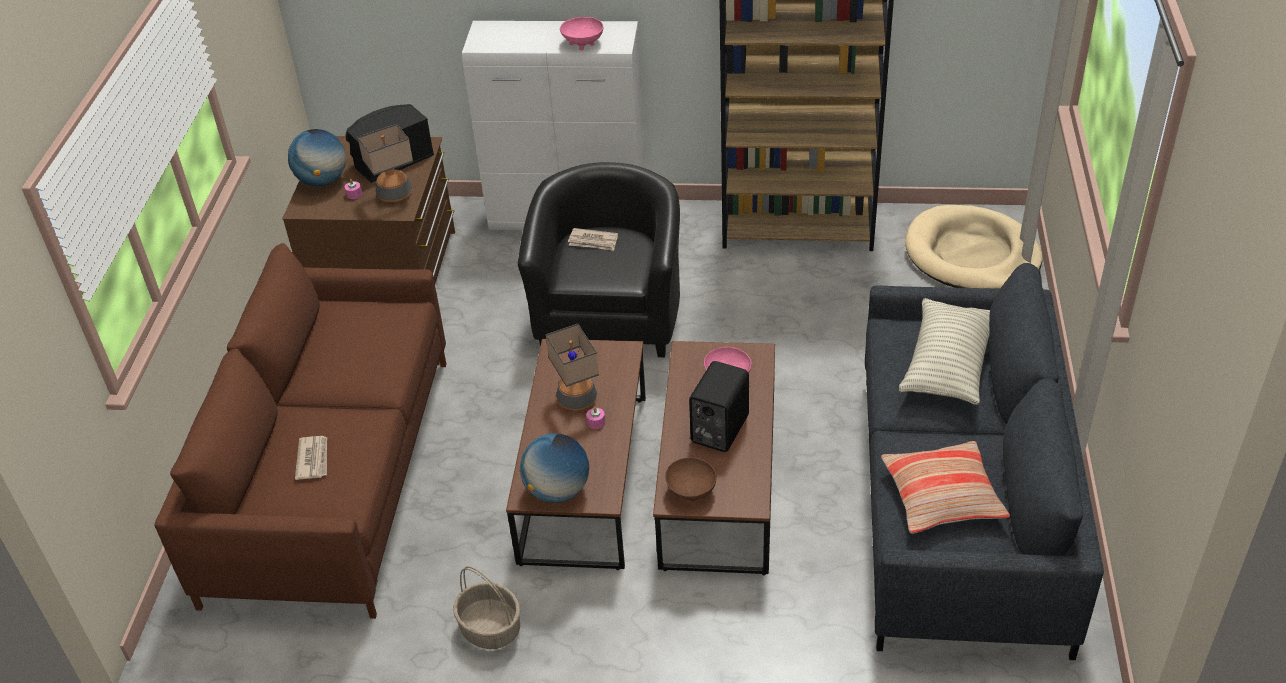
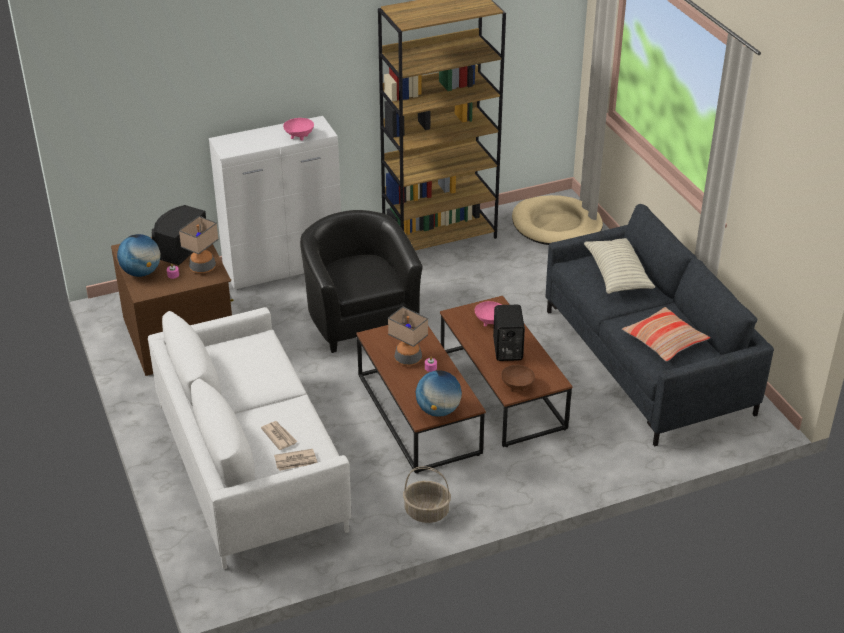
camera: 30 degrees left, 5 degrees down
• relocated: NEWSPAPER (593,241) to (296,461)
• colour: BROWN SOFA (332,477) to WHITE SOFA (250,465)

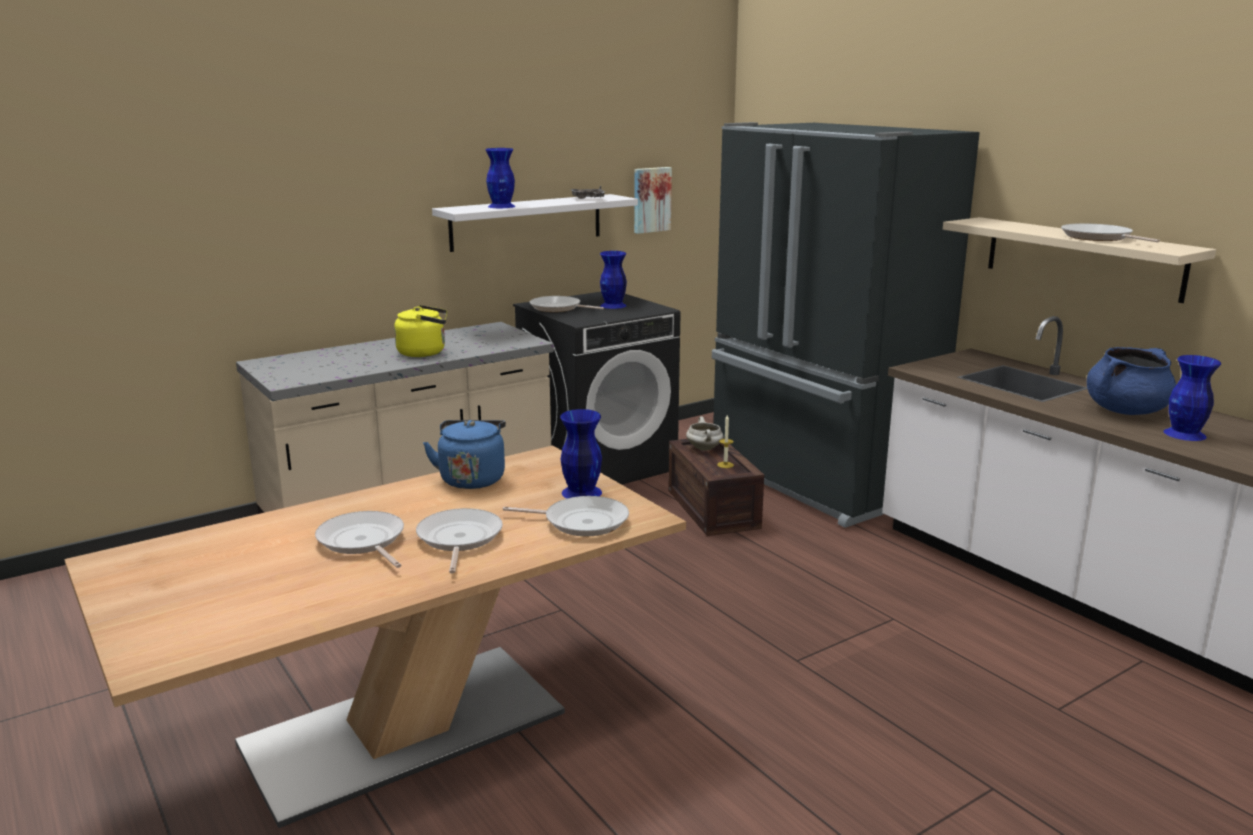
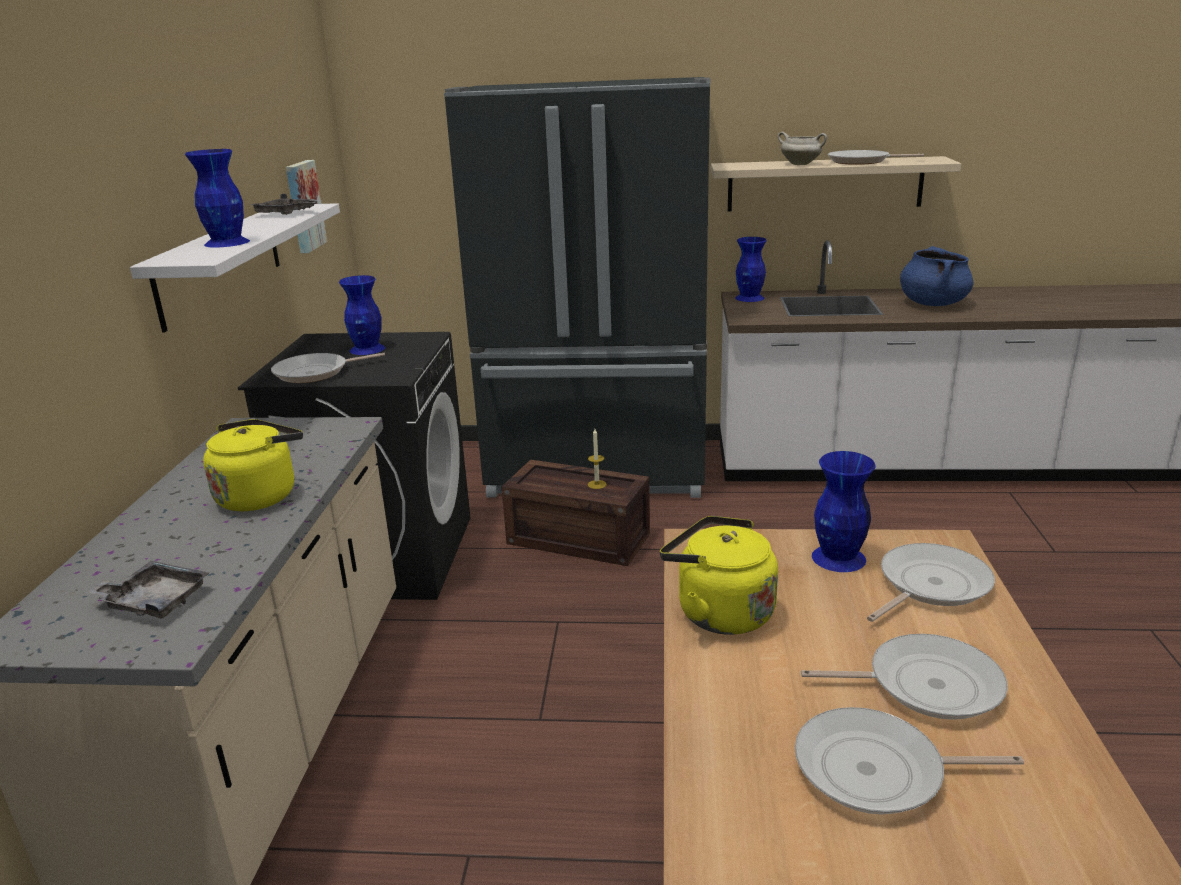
camera: 50 degrees left, 5 degrees up
• appeared: GREY TRAY (154,601)
• relocated: WHITE COOKING POT (705,449) to (801,164)
• relocated: BLUE VASE (1184,434) to (749,298)
• colour: BLUE KETTLE (472,478) to YELLOW KETTLE (719,612)
• spun: FRYING PAN (459,539) = (926,685) 150 degrees clockwise

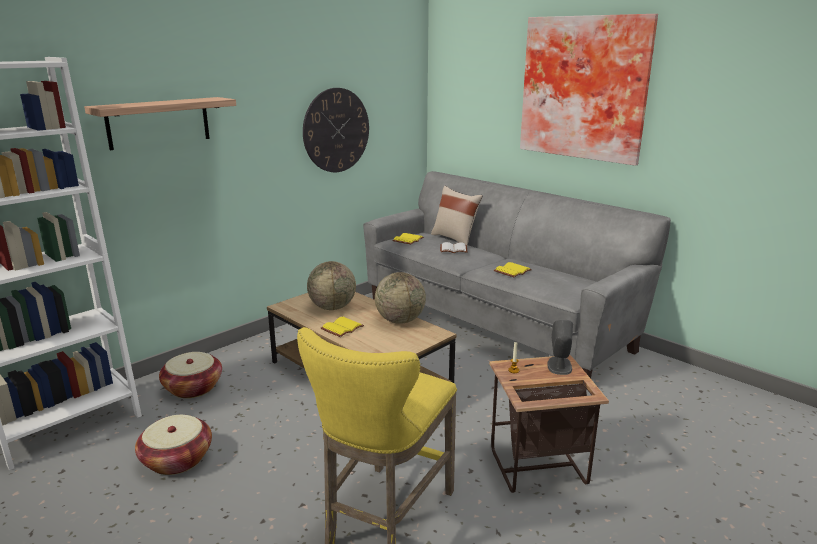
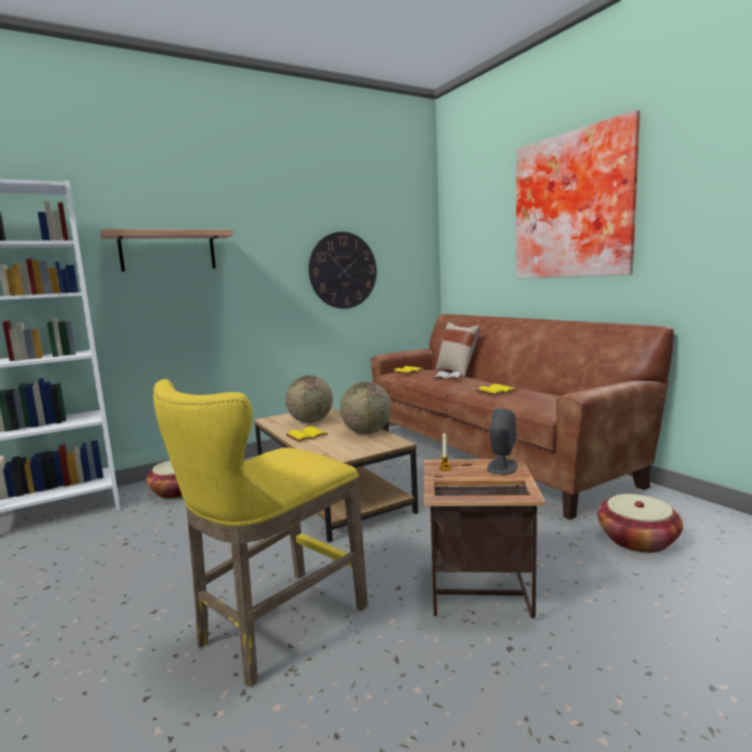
camera: 15 degrees right, 10 degrees down
• relocated: BASKET (177,459) to (637,540)
• colour: GREY SOFA (493,323) to BROWN SOFA (491,455)

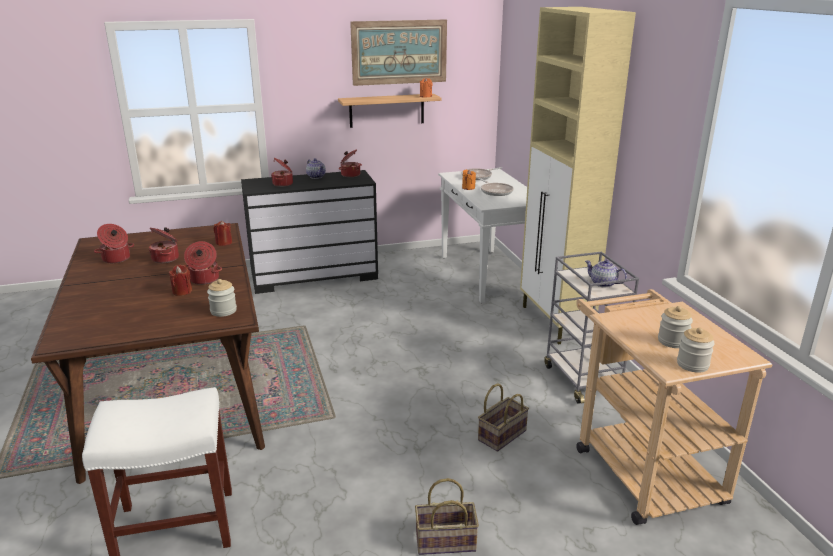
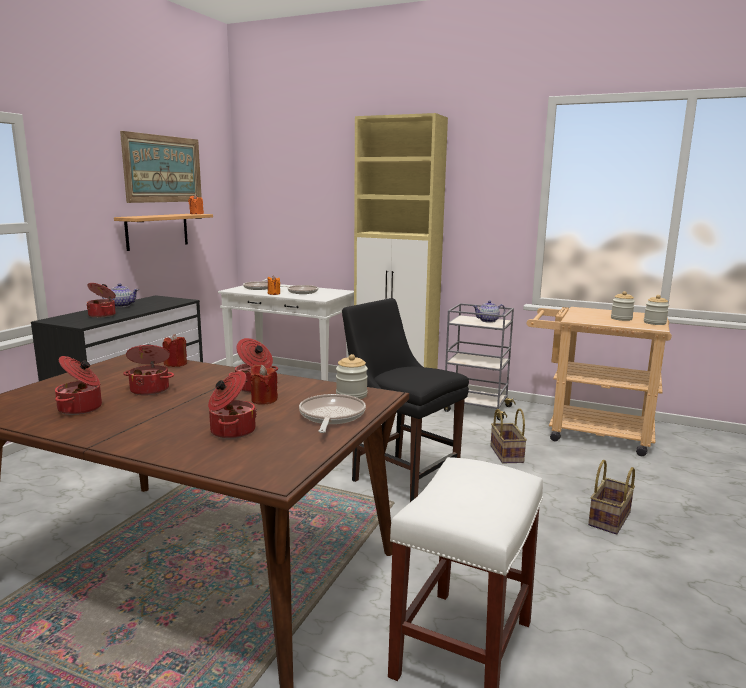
camera: 50 degrees left, 10 degrees down
• appeared: FRYING PAN (331,416)
• appeared: BLACK CHAIR (401,478)
• relocated: COOKING POT (350,175) to (231,431)

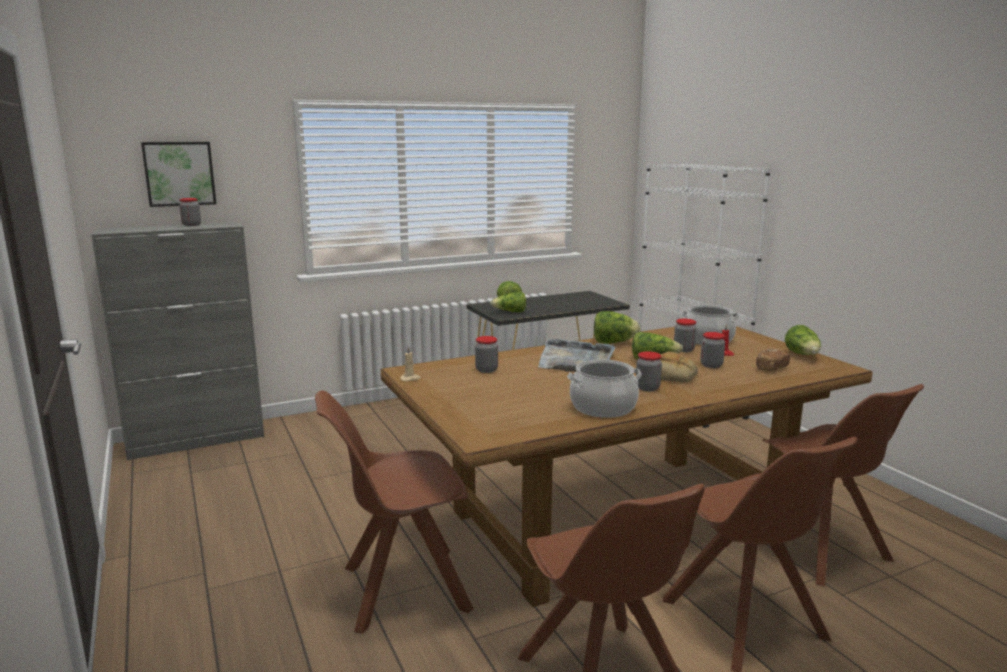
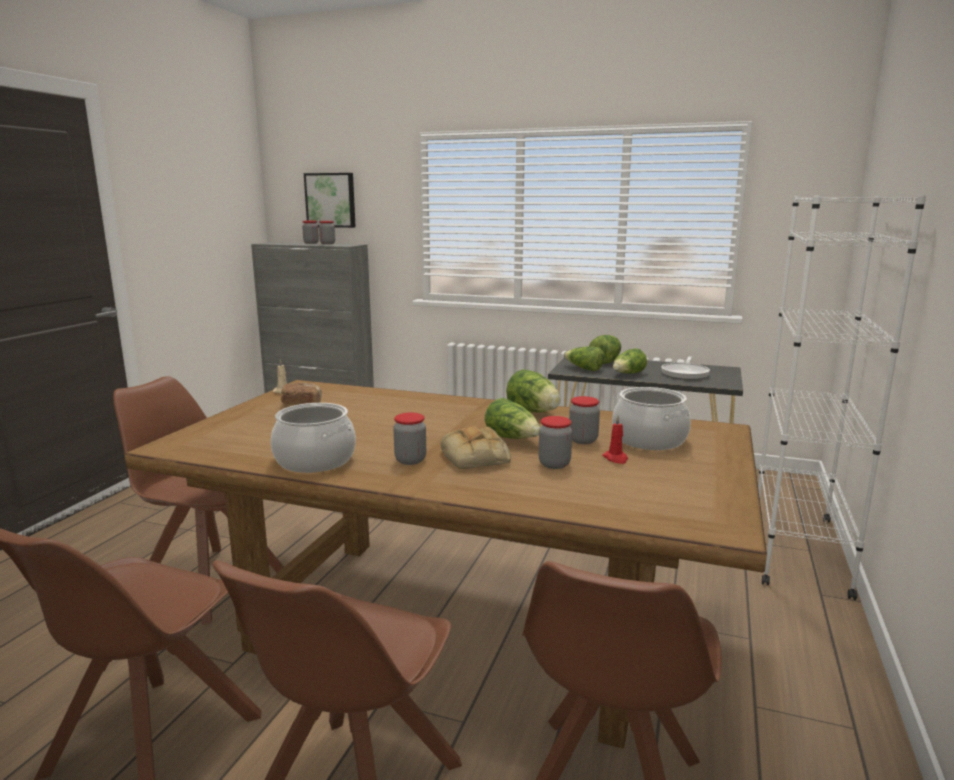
camera: 45 degrees right, 0 degrees up
• missing: GREY TRAY (575,360)
• appeared: FRYING PAN (685,373)
• relocated: JAR (486,370) to (311,243)
• relocated: BREAD (770,368) to (302,404)
• relocated: LETTUCE (803,355) to (628,374)

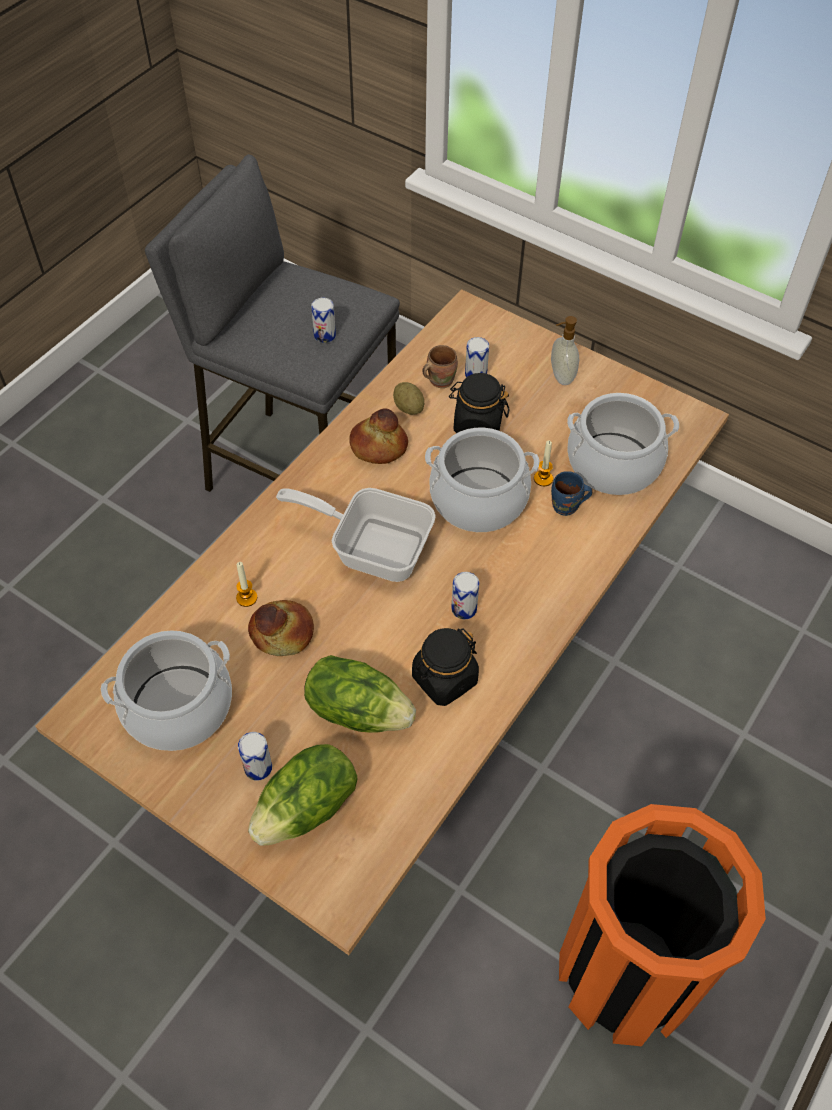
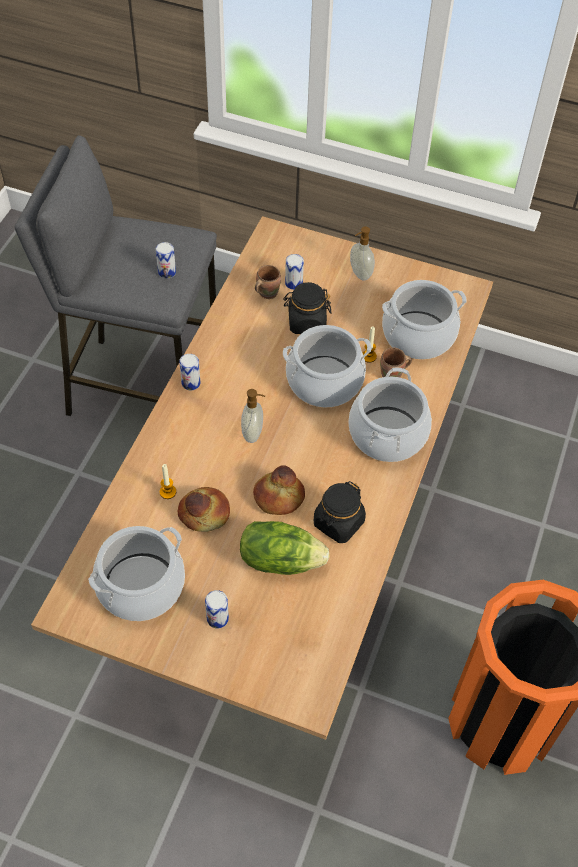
camera: 15 degrees left, 0 degrees up
• missing: LETTUCE (307,809)
• missing: POTATO (408,408)
• appeared: COOKING POT (387,434)
• relocated: BREAD (378,446) to (278,497)
• relocated: CAN (464,608) to (191,383)
• exchanged: FRYING PAN (372,547) to SOAP DISPENSER (253,433)
• colour: BLUE MUG (567,507) to BROWN MUG (393,375)

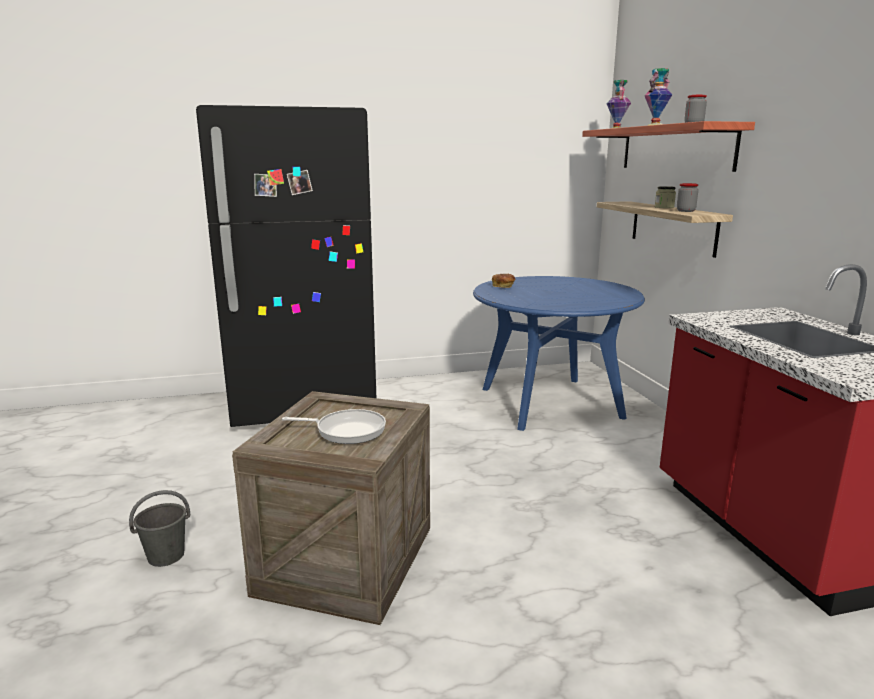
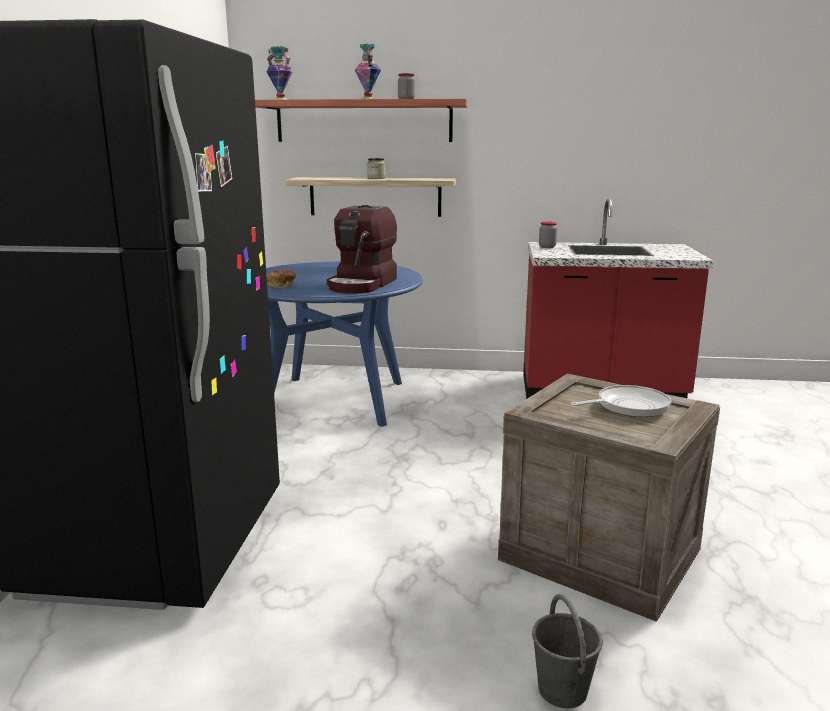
camera: 70 degrees left, 0 degrees up
• appeared: COFFEE MACHINE (362,284)
• relocated: JAR (685,211) to (547,247)
• spun: FRYING PAN (346,430) = (628,406) 45 degrees clockwise

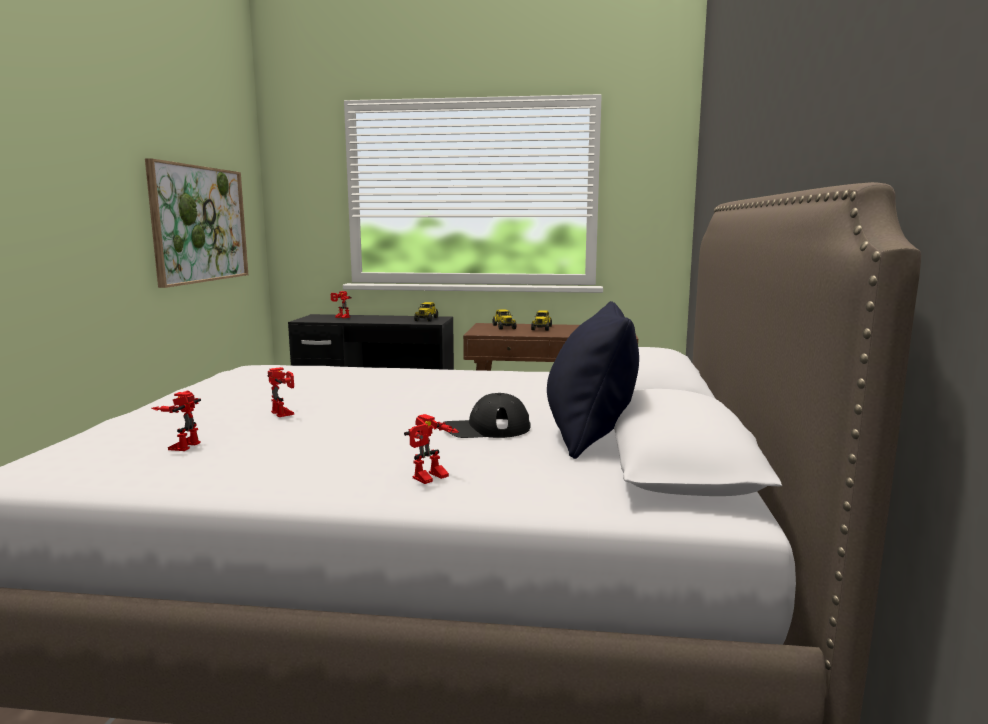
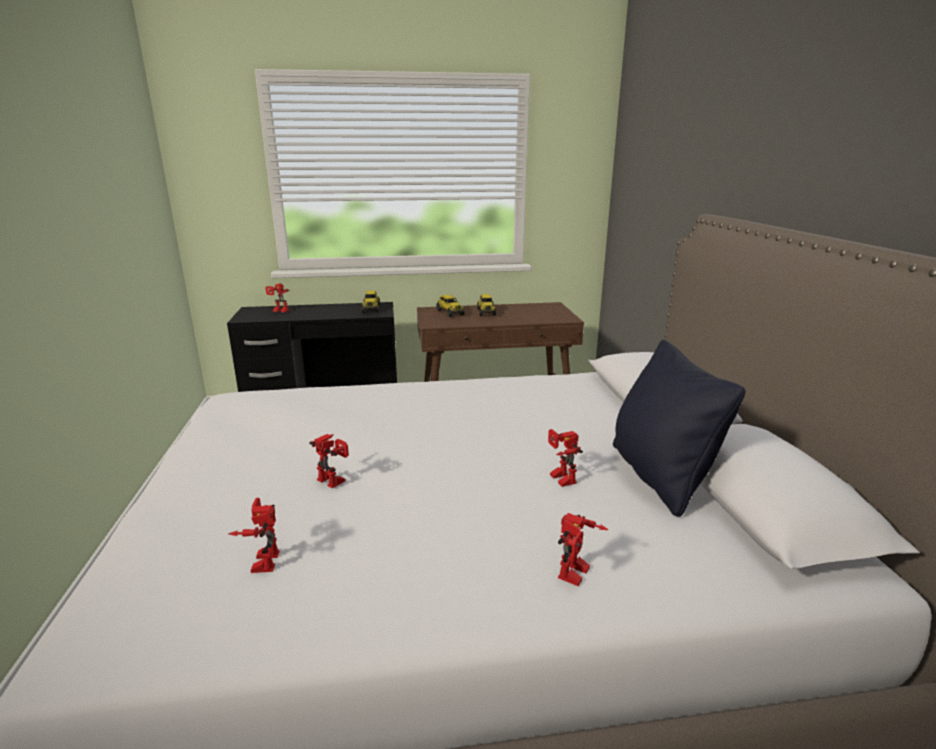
camera: 15 degrees left, 10 degrees up
• missing: PICTURE (199,224)
• exchanged: BLACK CAP (486,429) to TOY ROBOT (559,478)

